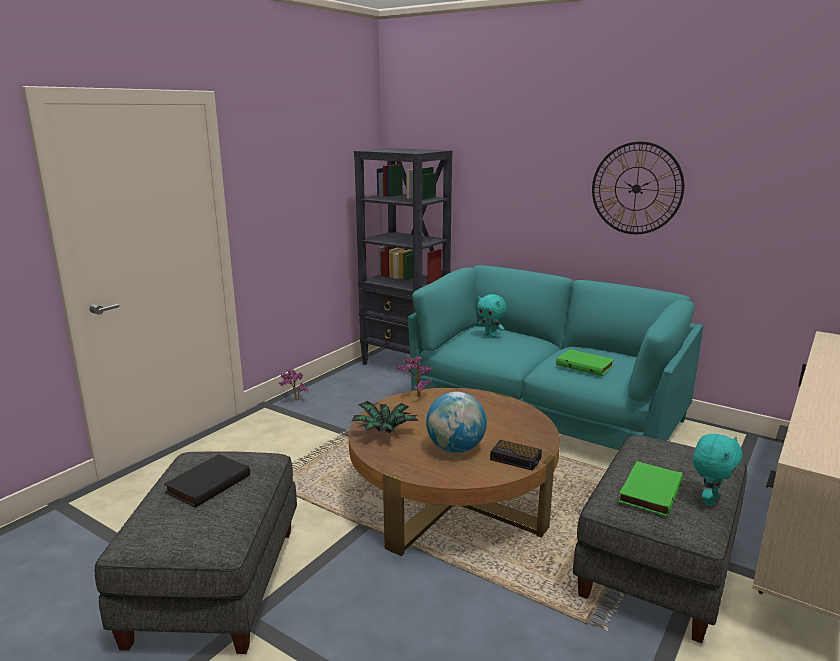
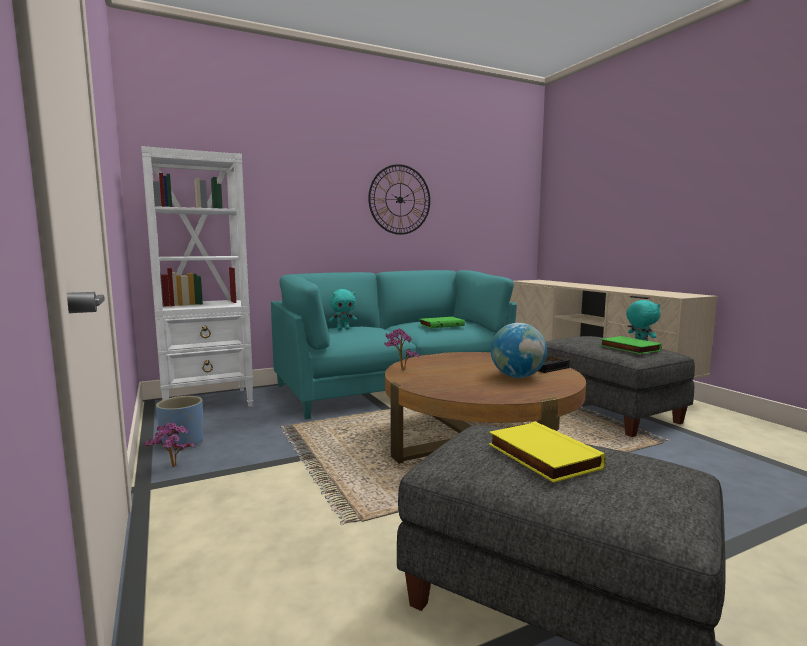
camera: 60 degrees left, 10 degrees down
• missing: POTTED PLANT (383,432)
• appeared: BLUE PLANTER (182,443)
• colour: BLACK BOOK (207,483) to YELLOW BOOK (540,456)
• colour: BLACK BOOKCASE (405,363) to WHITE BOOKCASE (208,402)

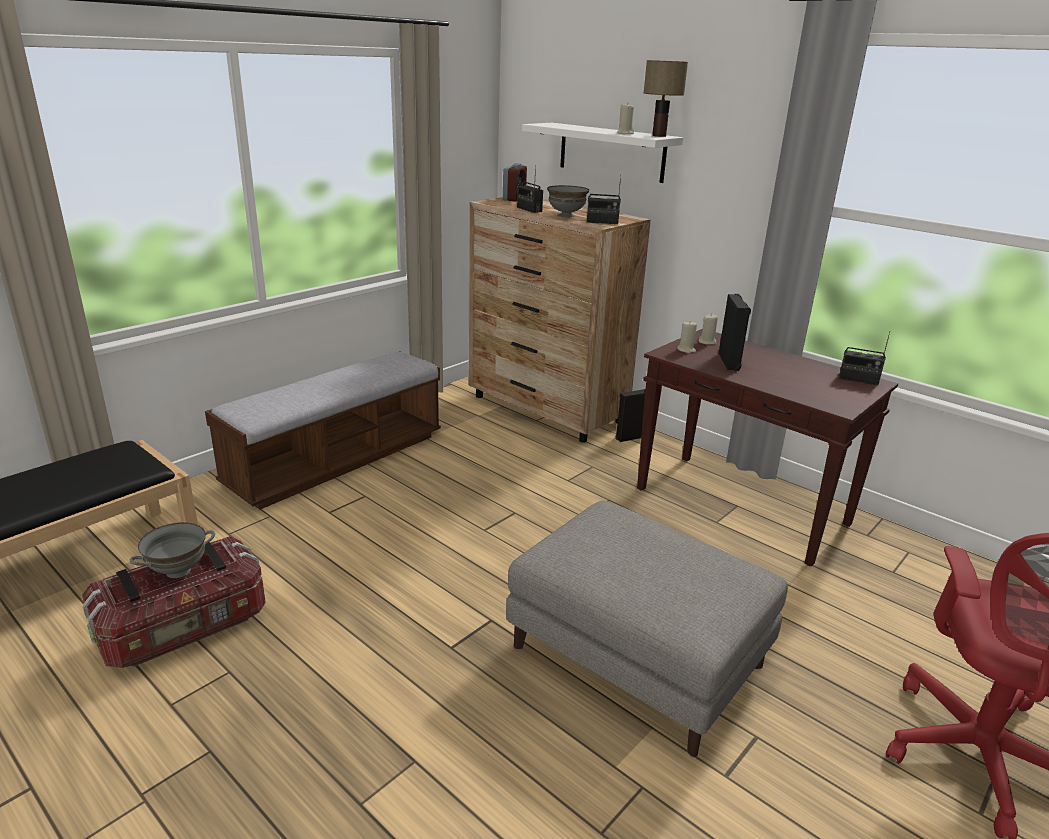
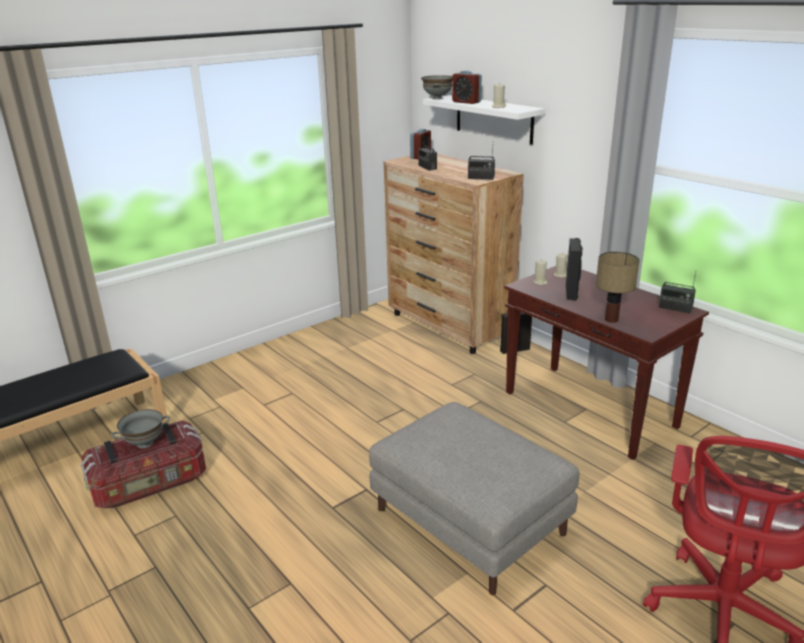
camera: 10 degrees right, 0 degrees up
• missing: BENCH (337,460)
• appeared: ALARM CLOCK (466,102)
• relocated: GREY BOWL (566,215) to (437,98)
• relocated: TABLE LAMP (659,136) to (611,319)

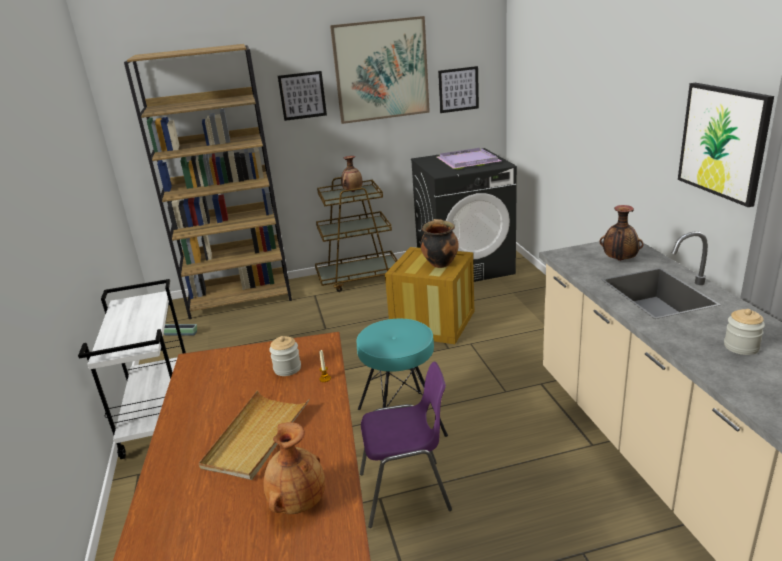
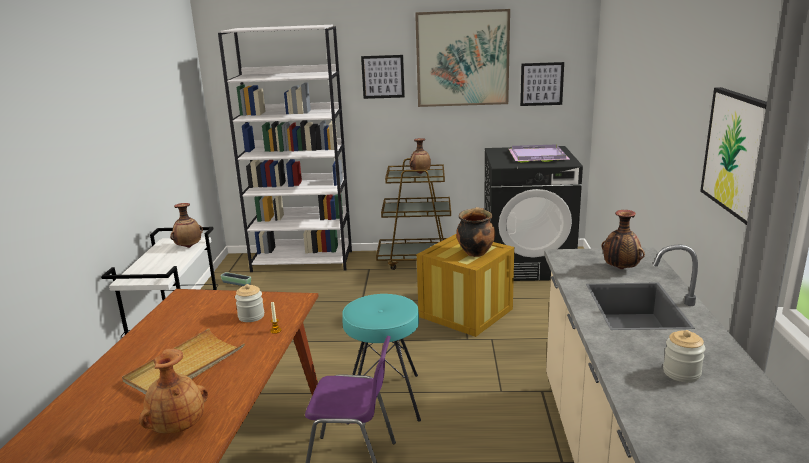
camera: 15 degrees right, 5 degrees down
• appeared: VASE (188,247)
• colour: BROWN BOOKCASE (241,298) to WHITE BOOKCASE (303,261)

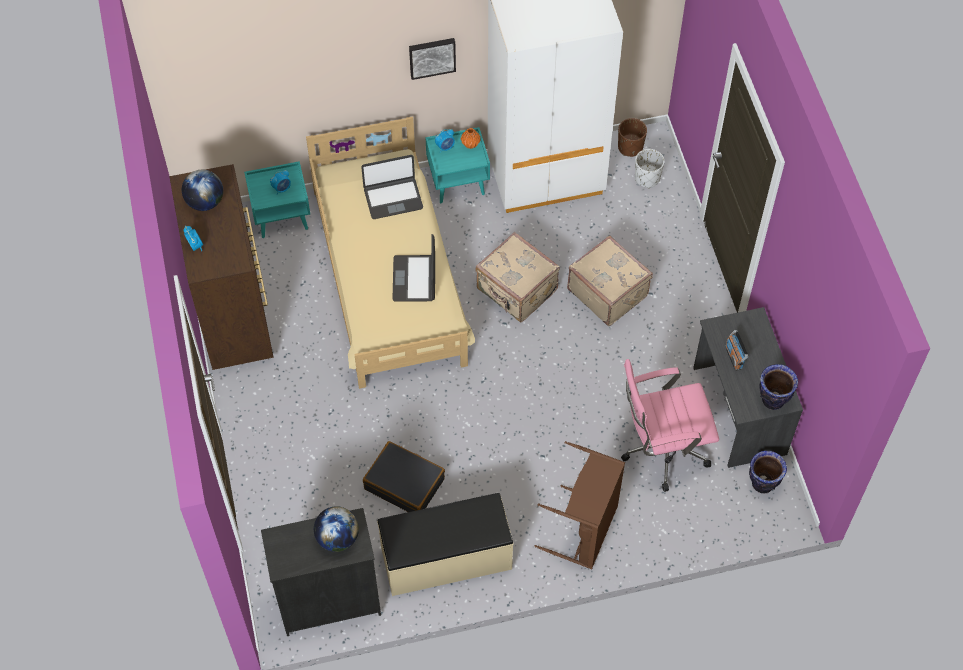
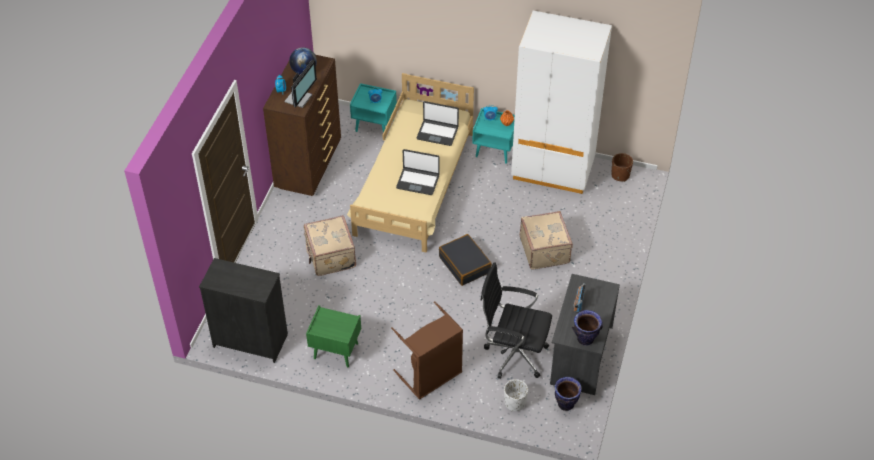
camera: 30 degrees right, 10 degrees down
• missing: GLOBE (337,538)
• missing: PICTURE (432,57)
• appeared: MONITOR (299,98)
• relocated: BLACK SUITCASE (404,483) to (465,264)
• relocated: BEIGE SUITCASE (516,291) to (330,256)
• relocated: WHITE PLANTER (647,178) to (515,403)
• exchanged: BEIGE BENCH (446,559) to GREEN NIGHTSTAND (335,351)
• colour: PINK OFFICE CHAIR (661,451) to BLACK OFFICE CHAIR (513,354)
• spun: LAPTOP (415,279) = (418,181) 105 degrees counterclockwise

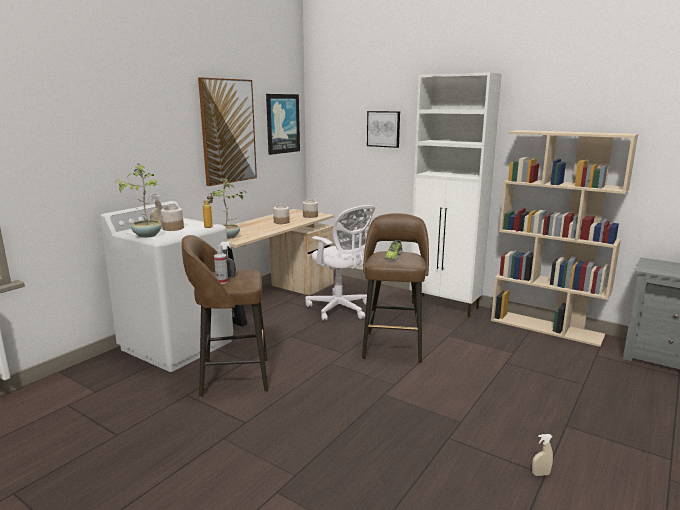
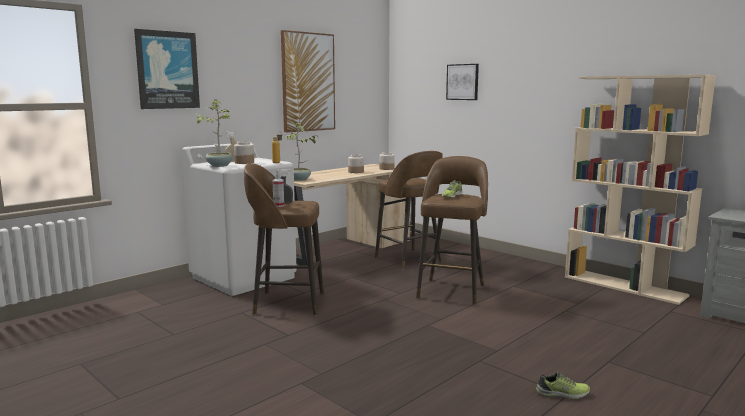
camera: 10 degrees right, 5 degrees down
• missing: WHITE CABINET (445,306)
• relocated: PICTURE (282,123) to (167,70)
• exchanged: WHITE OFFICE CHAIR (340,309) to BROWN STOOL (409,260)
• exchanged: BEIGE SPRAY BOTTLE (540,474) to SHOE (562,394)

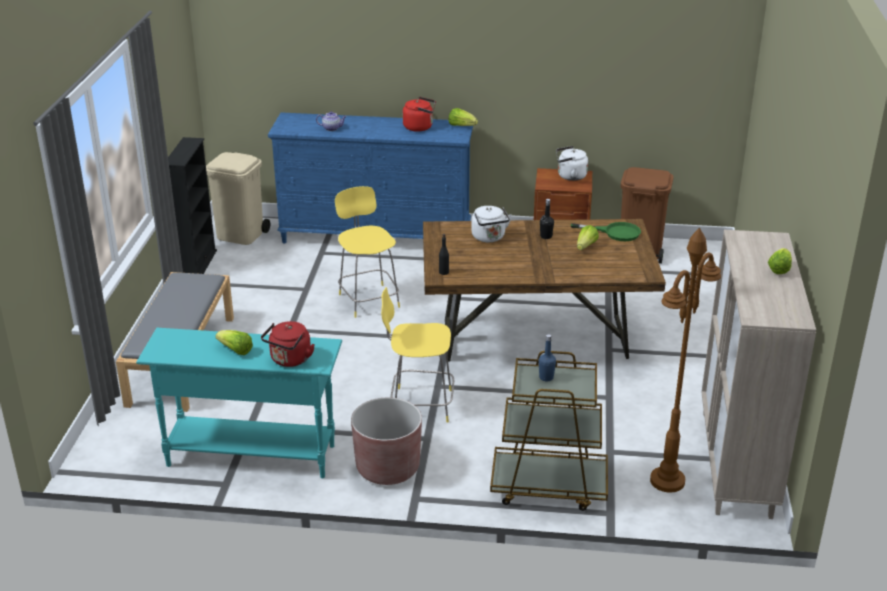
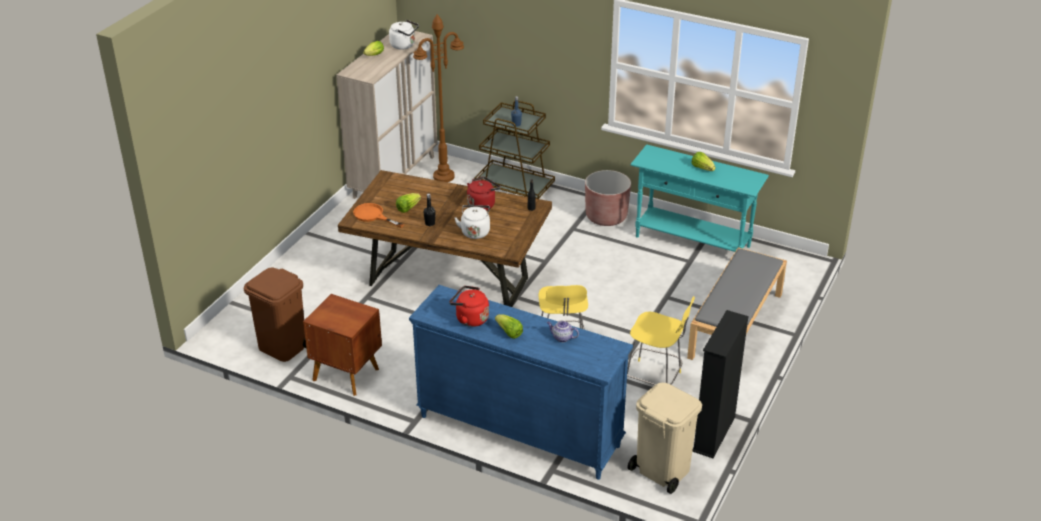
camera: 160 degrees left, 5 degrees up
• relocated: RED KETTLE (289,360) to (482,204)
• relocated: YELLOW STOOL (419,404) to (654,381)
• relocated: LETTUCE (461,126) to (509,332)
• relocated: WHITE KETTLE (570,176) to (404,45)
• colour: GREEN FRYING PAN (615,232) to ORANGE FRYING PAN (373,216)

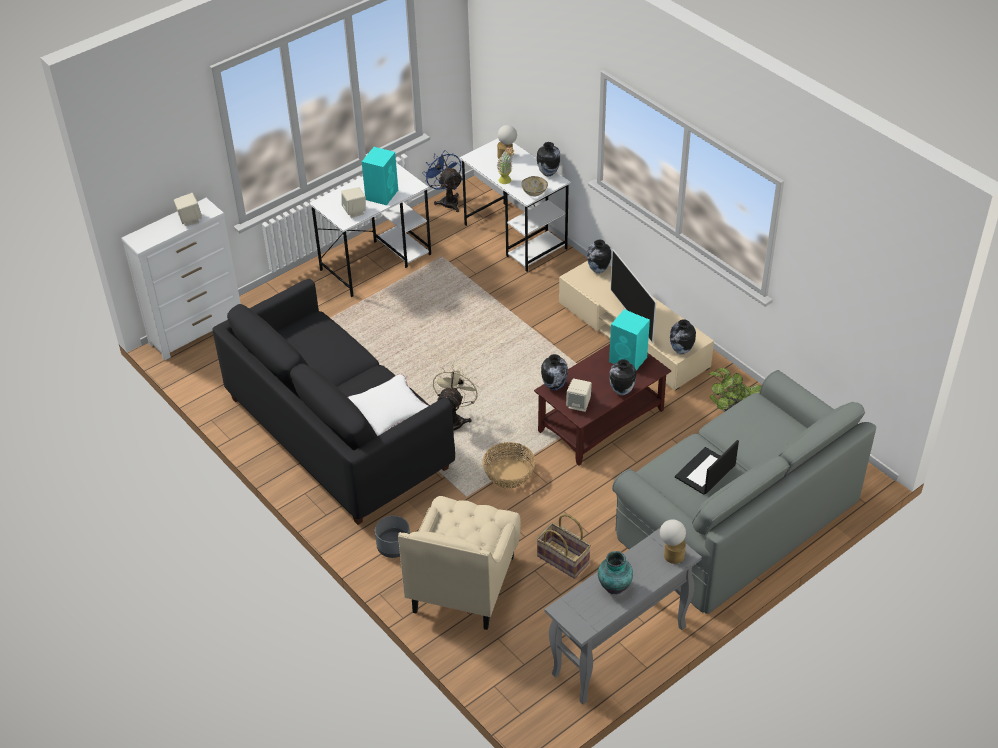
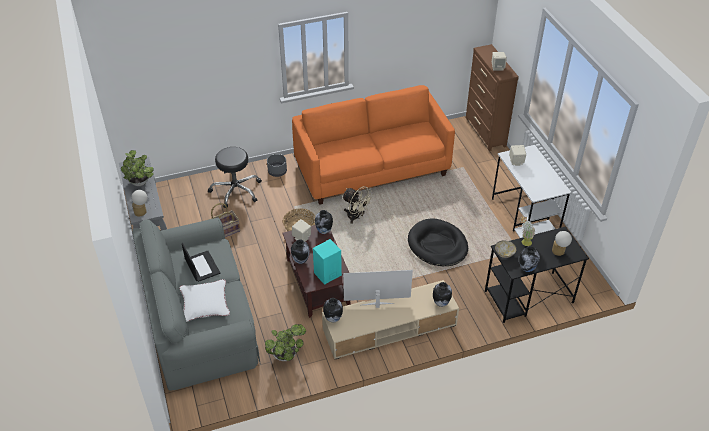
camera: 110 degrees right, 0 degrees up
• missing: TURQUOISE SPEAKER (382,194)
• missing: BLUE FAN (447,201)
• appeared: BLACK DOG BED (437,245)
• relocated: WHITE PILLOW (389,410) to (205,304)
• exchanged: BEIGE ARMCHAIR (464,583) to BLACK STOOL (236,190)
• exchanged: VASE (613,587) to POTTED PLANT (140,183)
• colour: WHITE DRESSER (197,331) to BROWN DRESSER (485,132)
• colour: BLACK SOFA (337,433) to ORANGE SOFA (372,169)
• colour: WHITE DESK (516,237) to BLACK DESK (528,297)

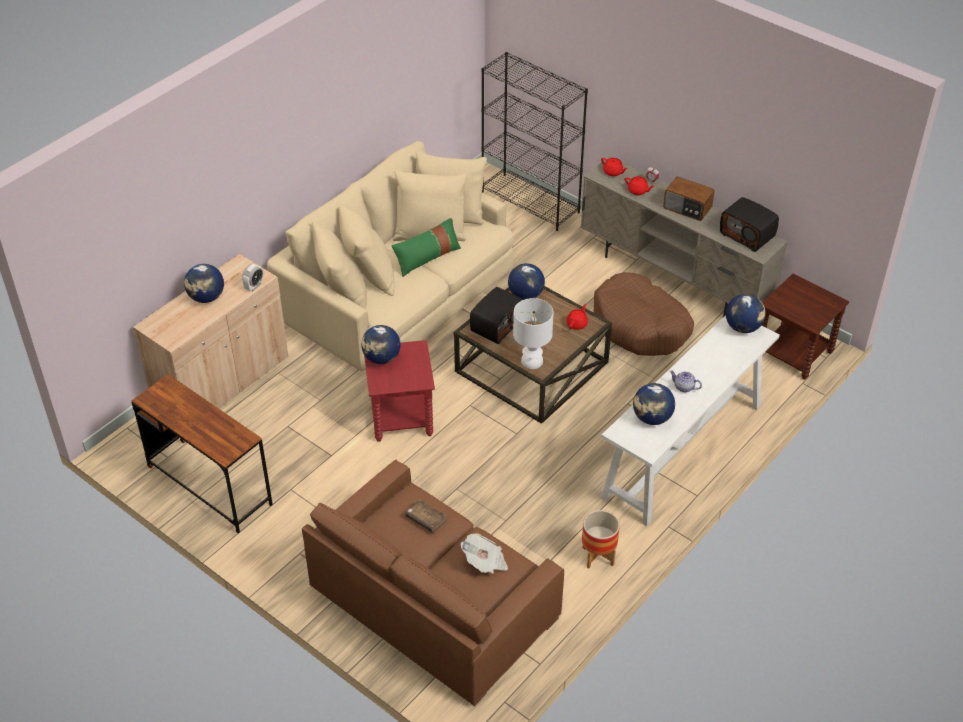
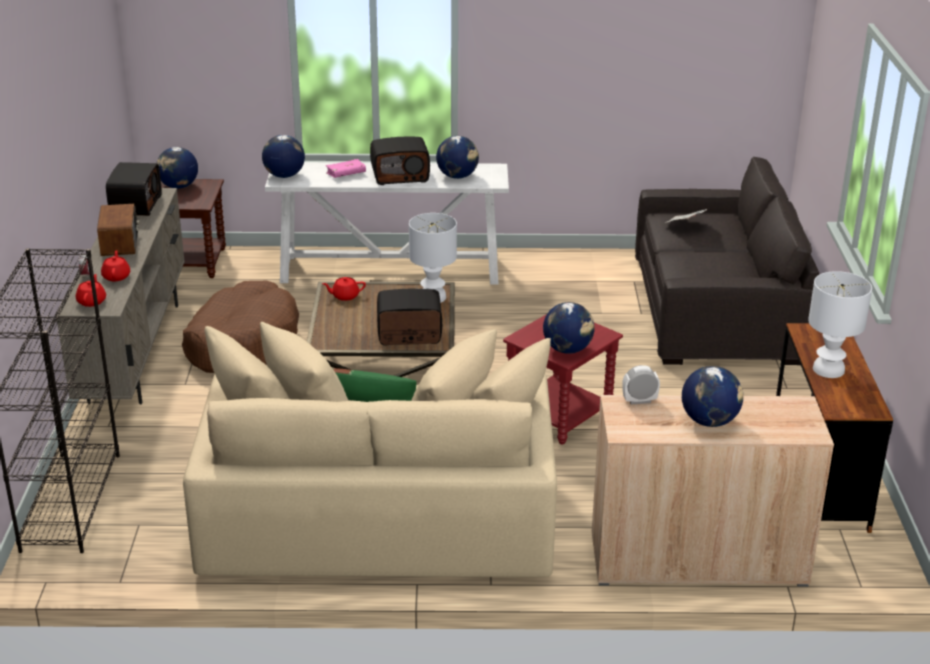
camera: 130 degrees left, 15 degrees down
• missing: BROWN BOOK (426,519)
• missing: PLANTER (598,556)
• appeared: PINK BOOK (346,174)
• appeared: WHITE TABLE LAMP (829,369)
• relocated: GLOBE (525,295) to (178,186)
• exchanged: TEAPOT (684,387) to RADIO (400,176)
• colour: BROWN SOFA (433,602) to GREY SOFA (715,309)

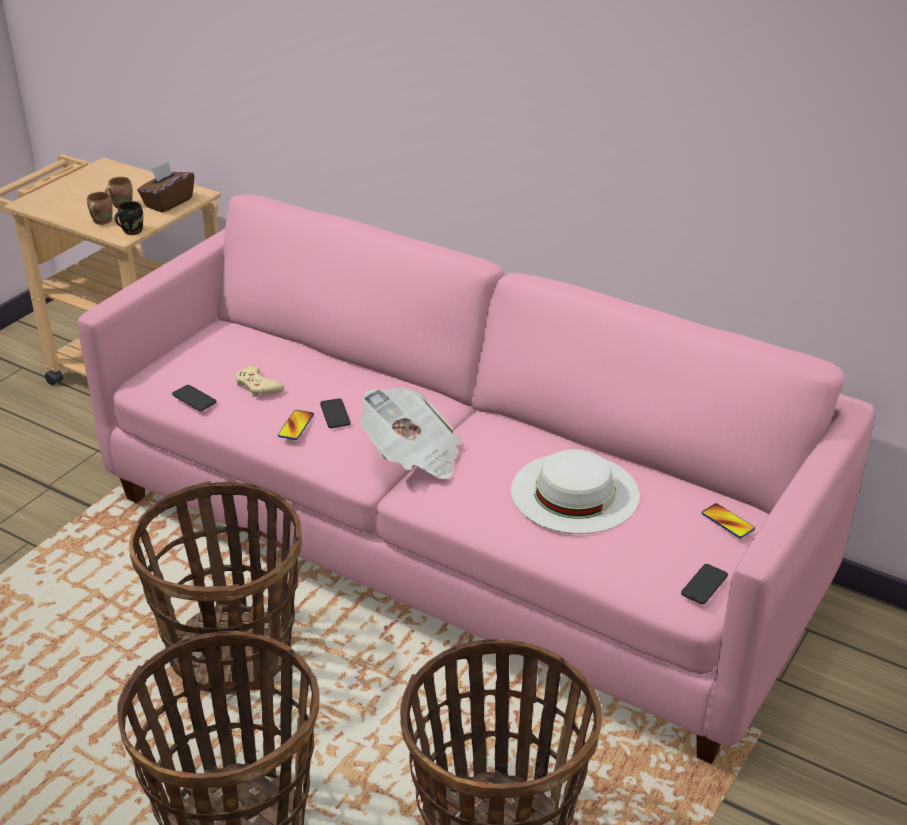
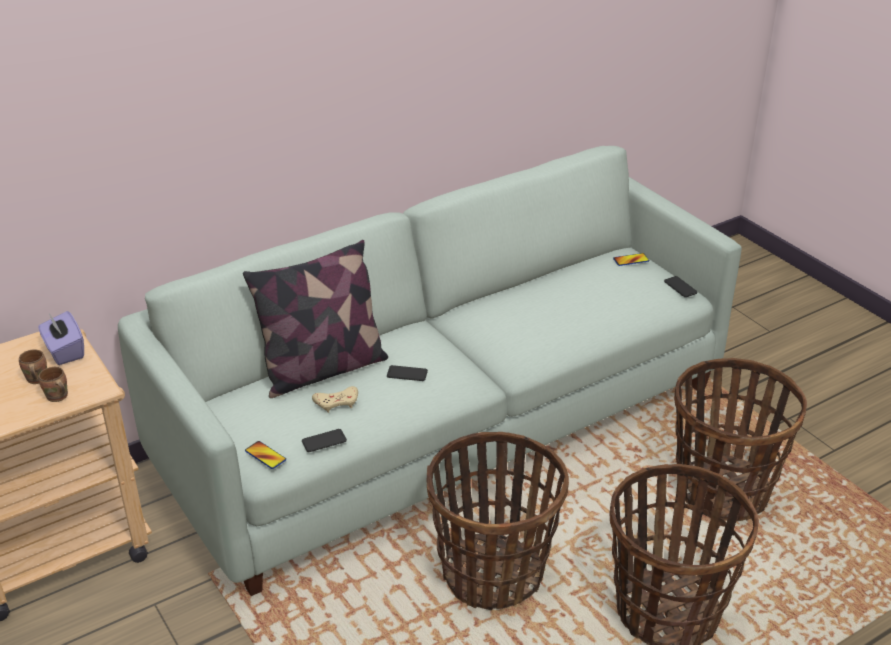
camera: 65 degrees left, 0 degrees up
• missing: BLACK MUG (131,231)
• missing: NEWSPAPER (412,455)
• missing: WHITE HAT (574,492)
• appeared: PILLOW (323,369)
• relocated: PHONE (296,426) to (265,455)
• colour: PINK SOFA (455,543) to WHITE SOFA (445,425)
• colour: BROWN TISSUE BOX (168,203) to PURPLE TISSUE BOX (64,351)

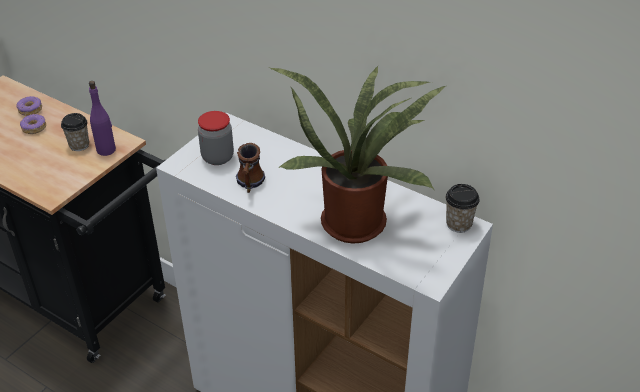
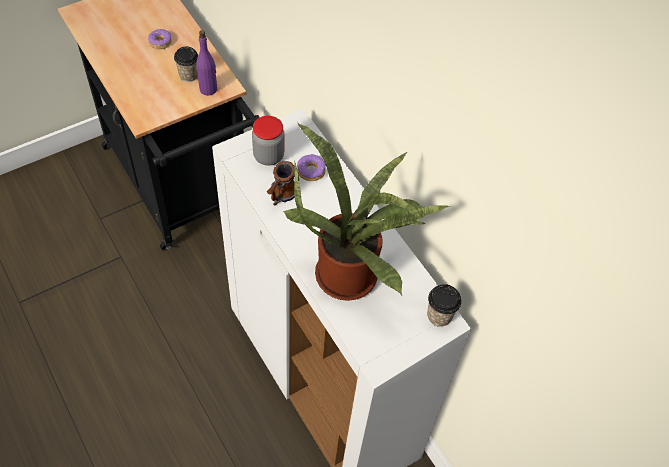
camera: 20 degrees right, 15 degrees up
• relocated: DONUT (30,110) to (311,171)

